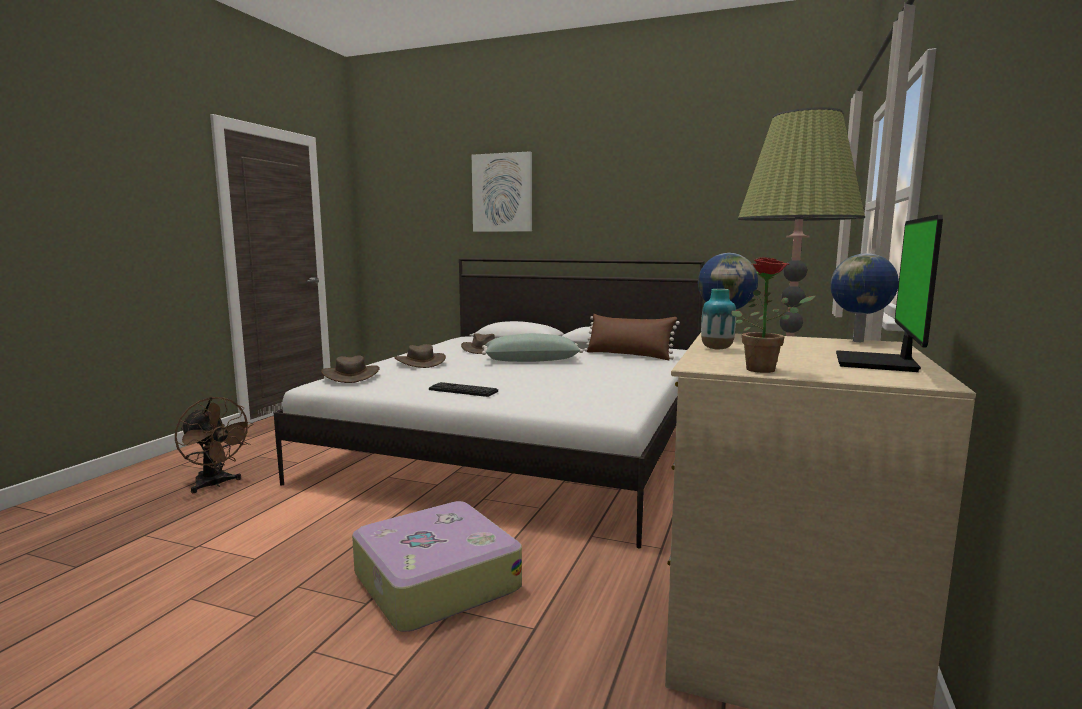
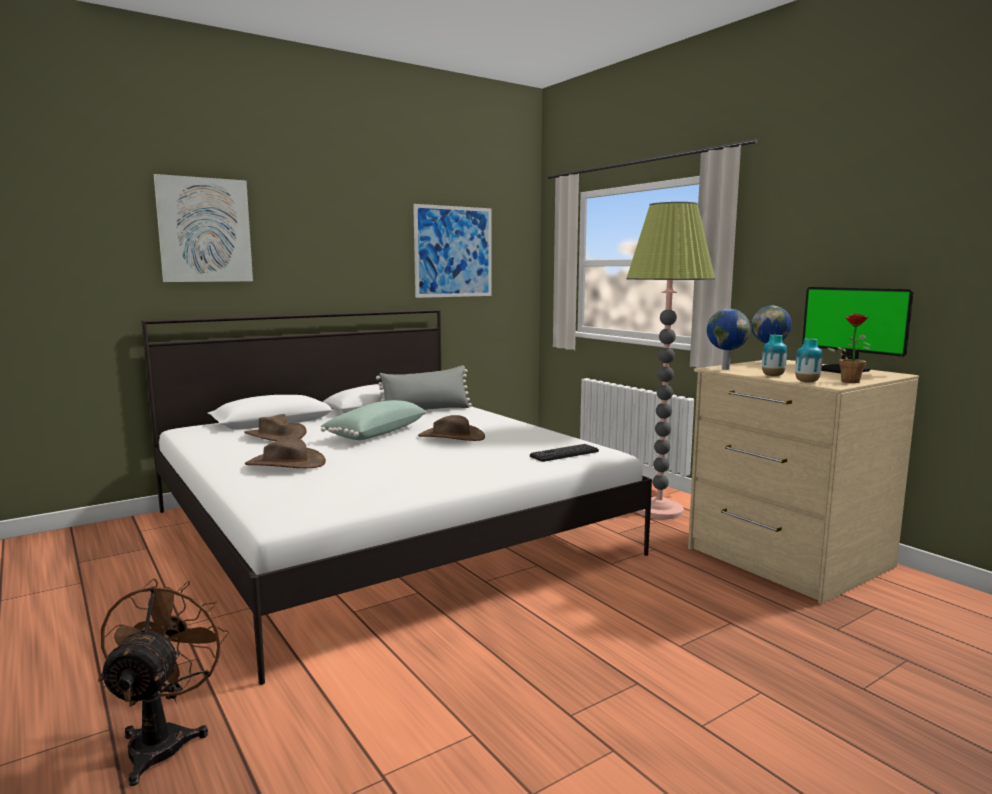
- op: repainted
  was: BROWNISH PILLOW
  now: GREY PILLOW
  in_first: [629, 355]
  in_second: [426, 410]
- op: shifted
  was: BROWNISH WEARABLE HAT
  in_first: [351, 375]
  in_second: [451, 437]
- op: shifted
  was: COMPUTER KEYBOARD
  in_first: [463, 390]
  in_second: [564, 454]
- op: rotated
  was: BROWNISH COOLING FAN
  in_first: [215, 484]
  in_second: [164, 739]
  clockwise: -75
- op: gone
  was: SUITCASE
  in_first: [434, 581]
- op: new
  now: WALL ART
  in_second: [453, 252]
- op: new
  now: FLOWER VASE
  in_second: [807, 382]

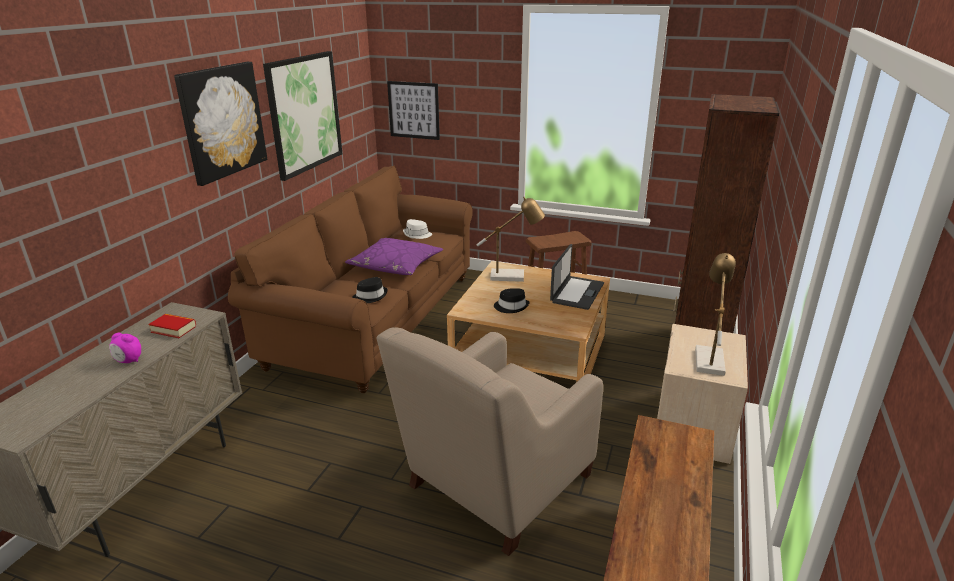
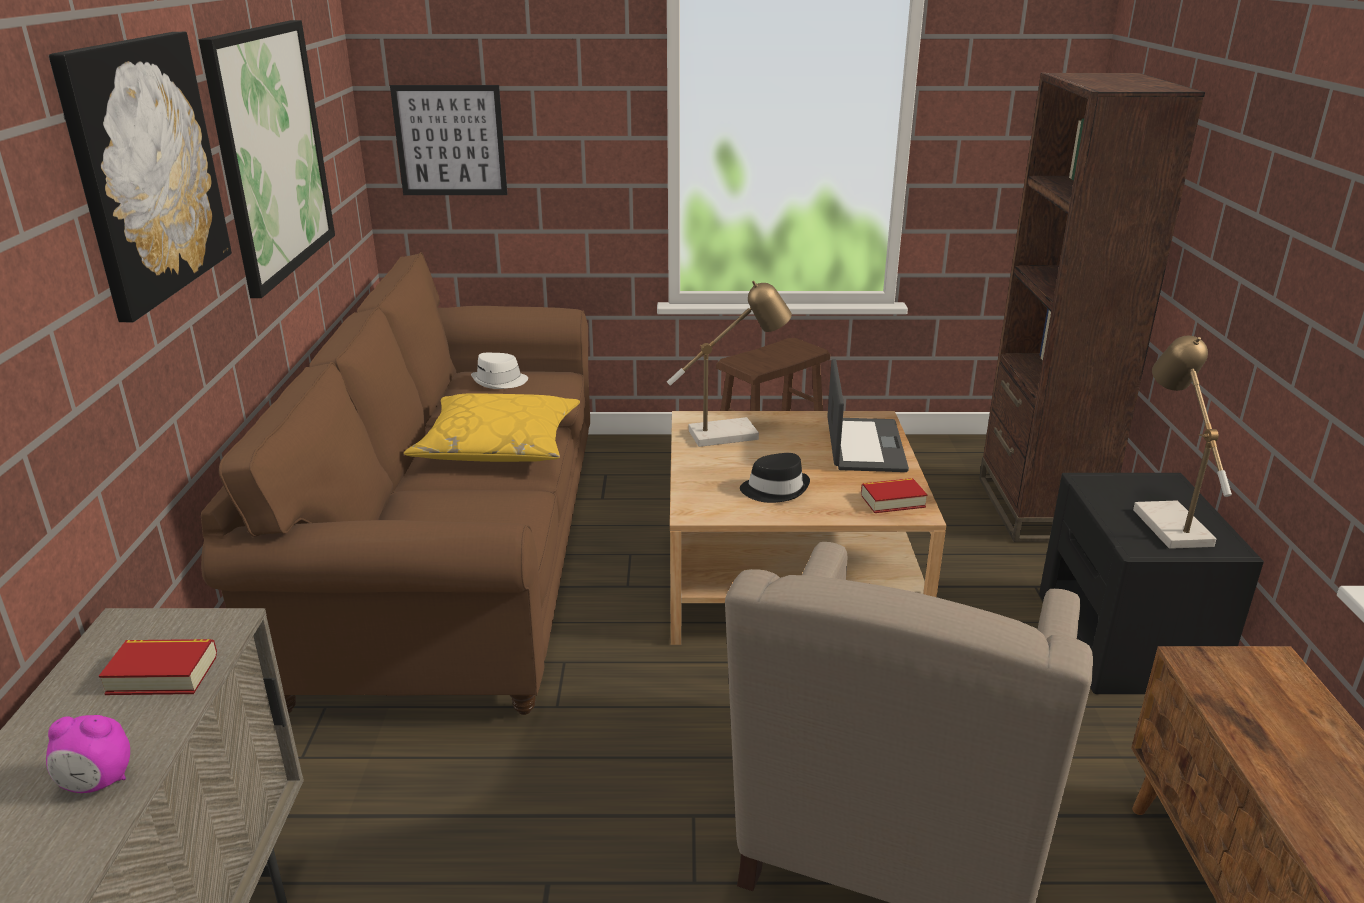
- op: repainted
  was: PURPLE PILLOW
  now: YELLOW-COLOURED PILLOW
  in_first: [395, 265]
  in_second: [498, 445]
- op: gone
  was: BLACKISH WEARABLE HAT
  in_first: [370, 296]
- op: repainted
  was: BEIGE-COLOURED NIGHT TABLE
  now: BLACKISH NIGHT TABLE
  in_first: [693, 425]
  in_second: [1124, 641]
- op: new
  now: BOUND BOOK
  in_second: [892, 501]

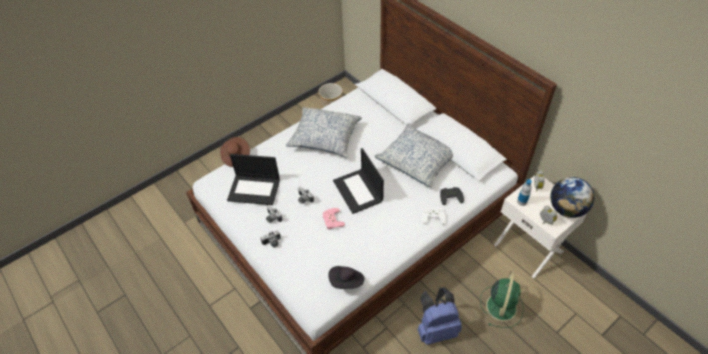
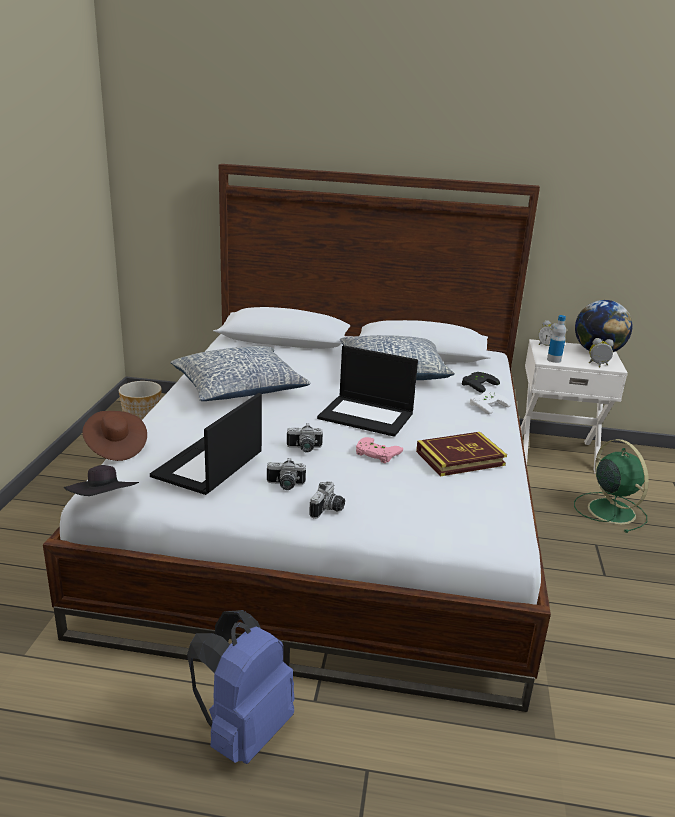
- op: rotated
  was: PORTABLE COMPUTER
  in_first: [255, 189]
  in_second: [208, 466]
  clockwise: 150
- op: shifted
  was: BLACKISH WEARABLE HAT
  in_first: [347, 282]
  in_second: [104, 502]
- op: shifted
  was: BLUE-COLOURED KNAPSACK
  in_first: [436, 329]
  in_second: [243, 731]
- op: new
  now: BOUND BOOK
  in_second: [460, 458]

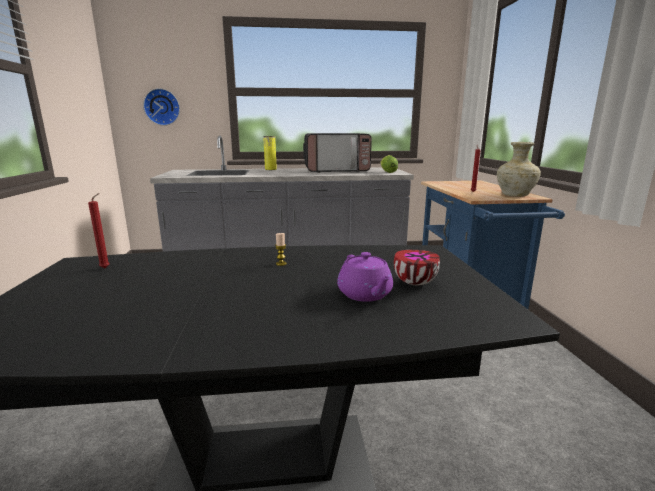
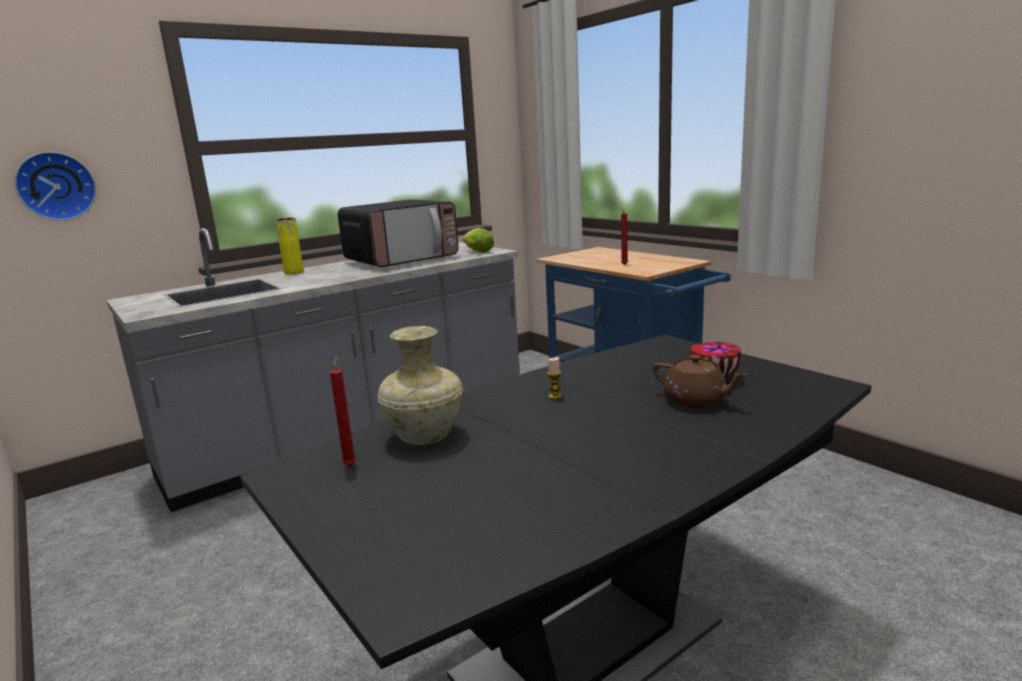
- op: shifted
  was: BEIGE-COLOURED FLOWER VASE
  in_first: [514, 195]
  in_second: [423, 437]
- op: repainted
  was: PURPLE TEAPOT
  now: BROWNISH TEAPOT
  in_first: [365, 294]
  in_second: [696, 400]

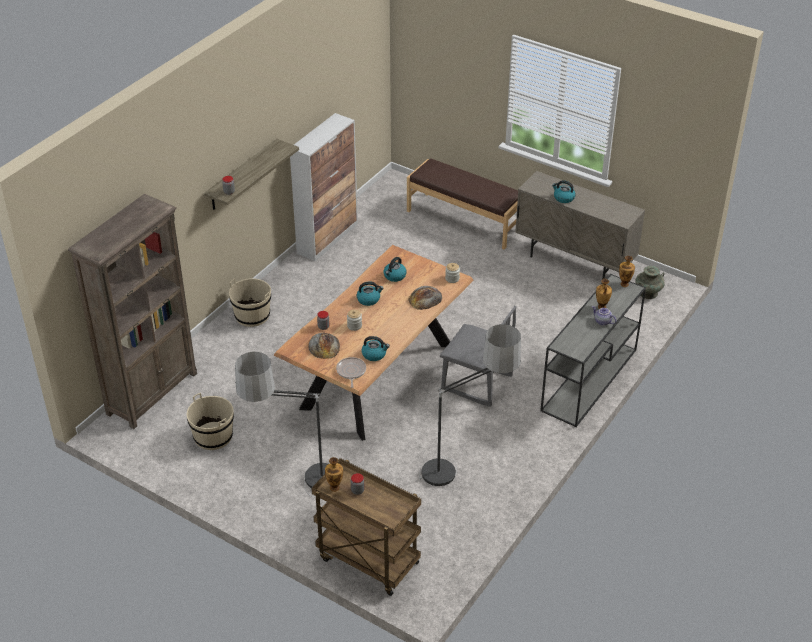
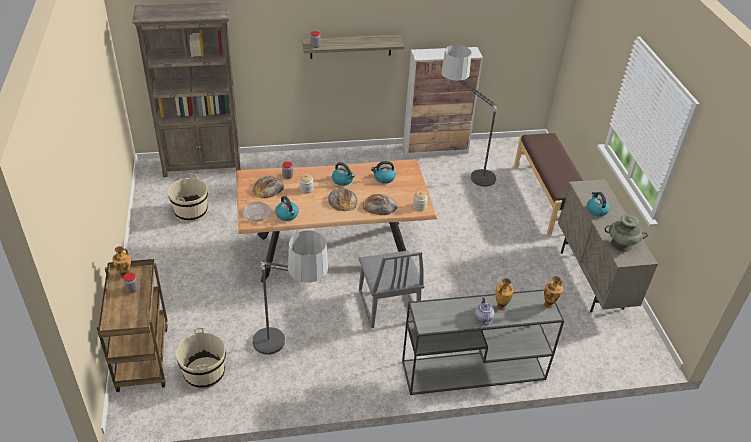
- op: shifted
  was: BLUE-GREEN FLOWER VASE
  in_first: [648, 293]
  in_second: [621, 244]
- op: shifted
  was: BEIGE-COLOURED PAIL
  in_first: [252, 315]
  in_second: [204, 373]
- op: shifted
  was: STANDING LAMP
  in_first: [295, 488]
  in_second: [463, 174]
- op: new
  now: BREAD
  in_second: [342, 200]

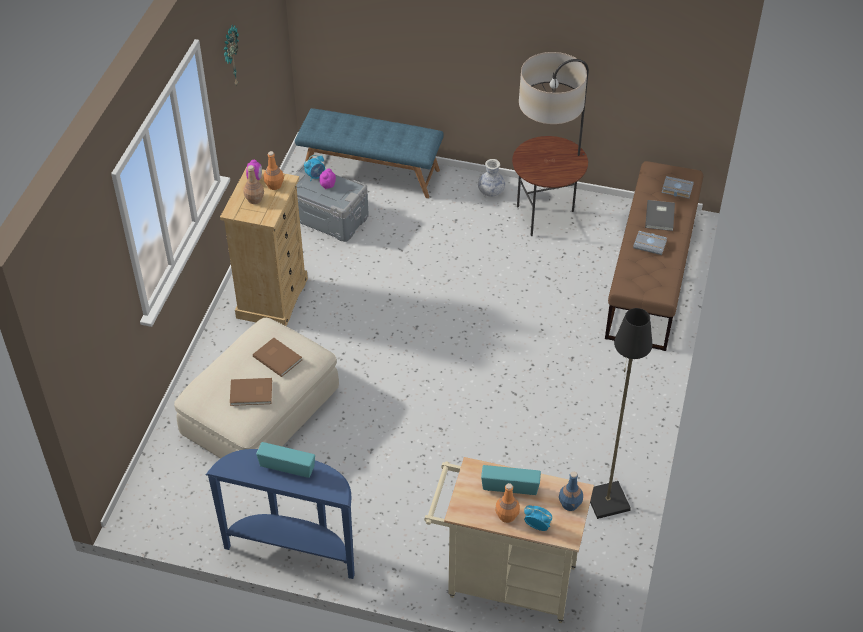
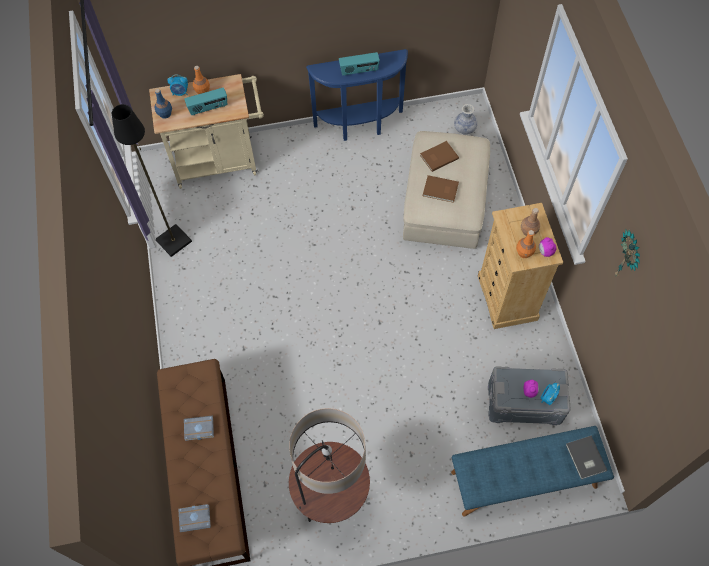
- op: shifted
  was: FLOWER VASE
  in_first: [491, 191]
  in_second: [464, 128]
- op: shifted
  was: GREY BOUND BOOK
  in_first: [661, 216]
  in_second: [585, 458]

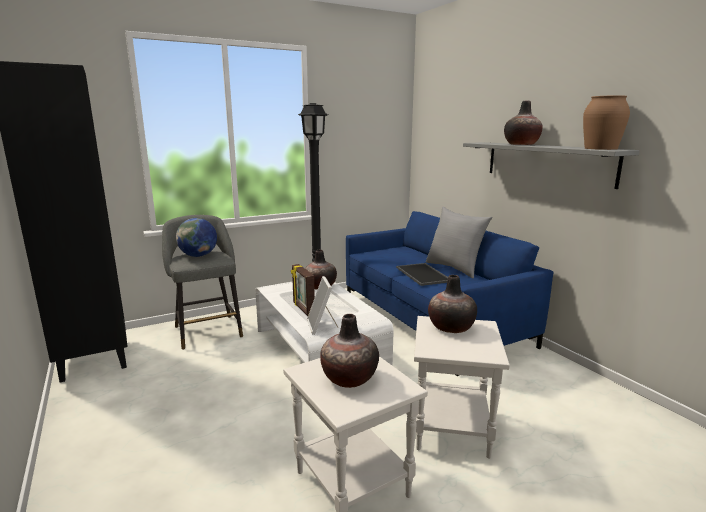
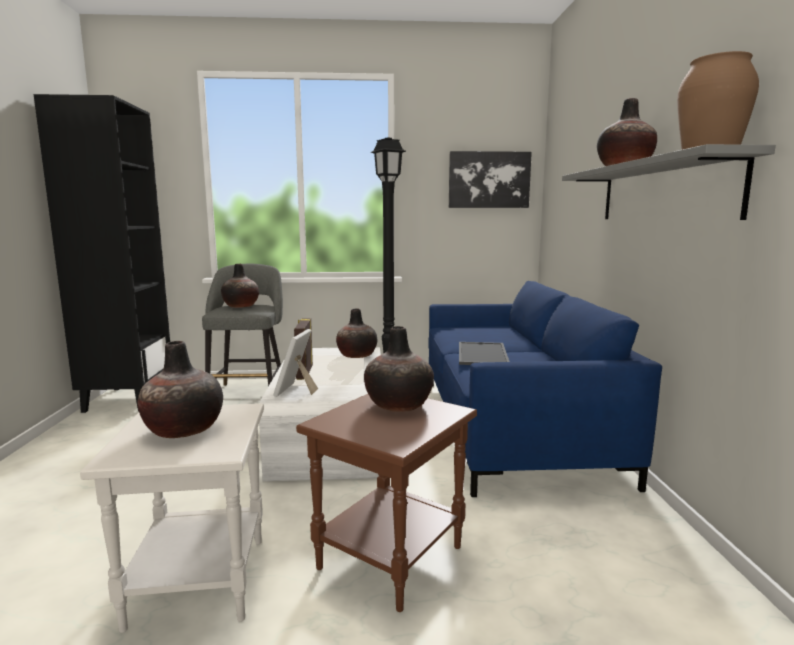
- op: gone
  was: GREY PILLOW
  in_first: [455, 268]
- op: swapped
  was: WORLD GLOBE
  now: FLOWER VASE
  in_first: [198, 256]
  in_second: [241, 306]
- op: repainted
  was: WHITE ACCENT TABLE
  now: BROWNISH ACCENT TABLE
  in_first: [450, 427]
  in_second: [389, 556]
- op: new
  now: WALL ART
  in_second: [489, 180]

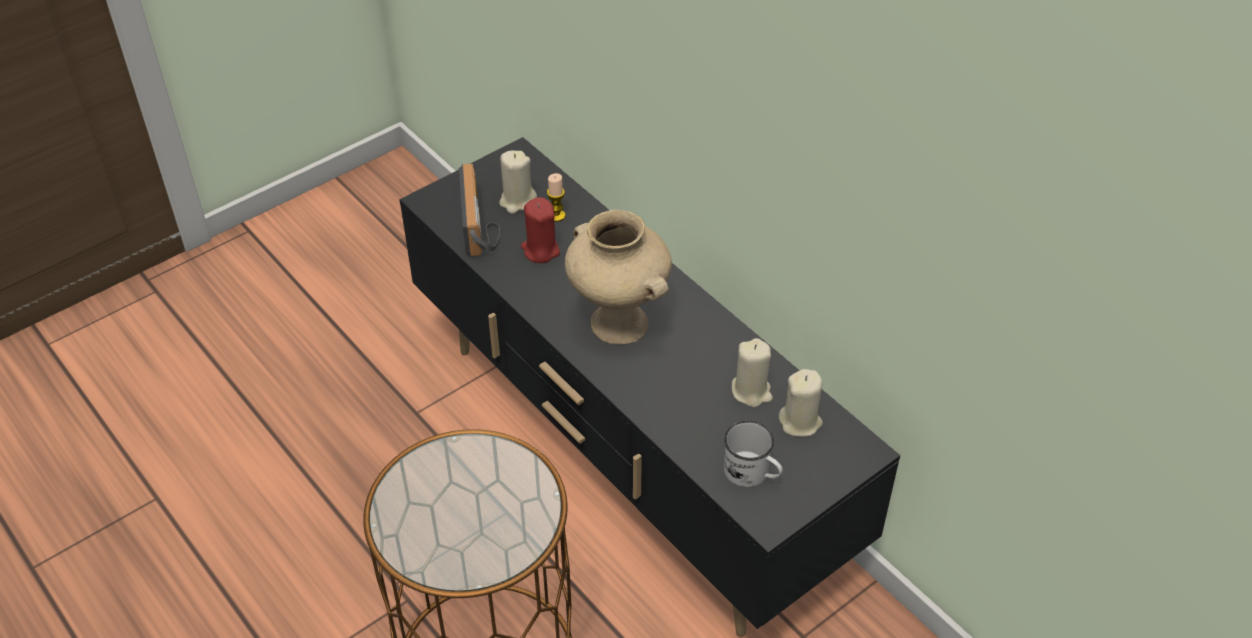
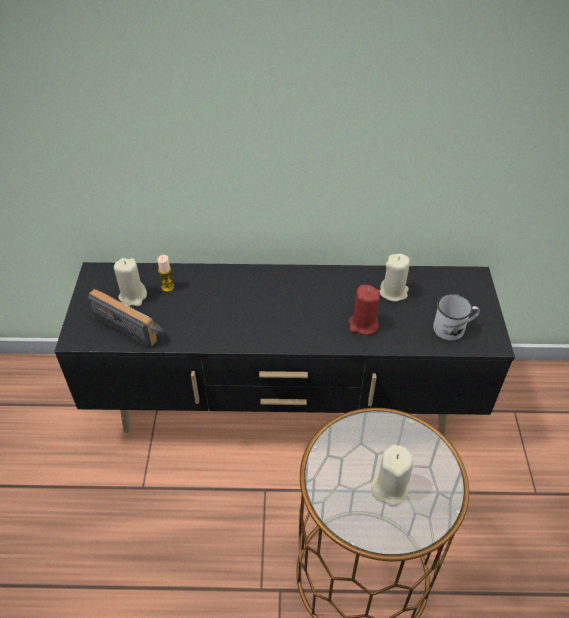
- op: shifted
  was: REDDISH WAX CANDLE
  in_first: [540, 250]
  in_second: [363, 325]
- op: gone
  was: BEIGE-COLOURED FLOWER VASE
  in_first: [617, 323]
- op: shifted
  was: BEIGE-COLOURED WAX CANDLE
  in_first: [800, 422]
  in_second: [389, 487]

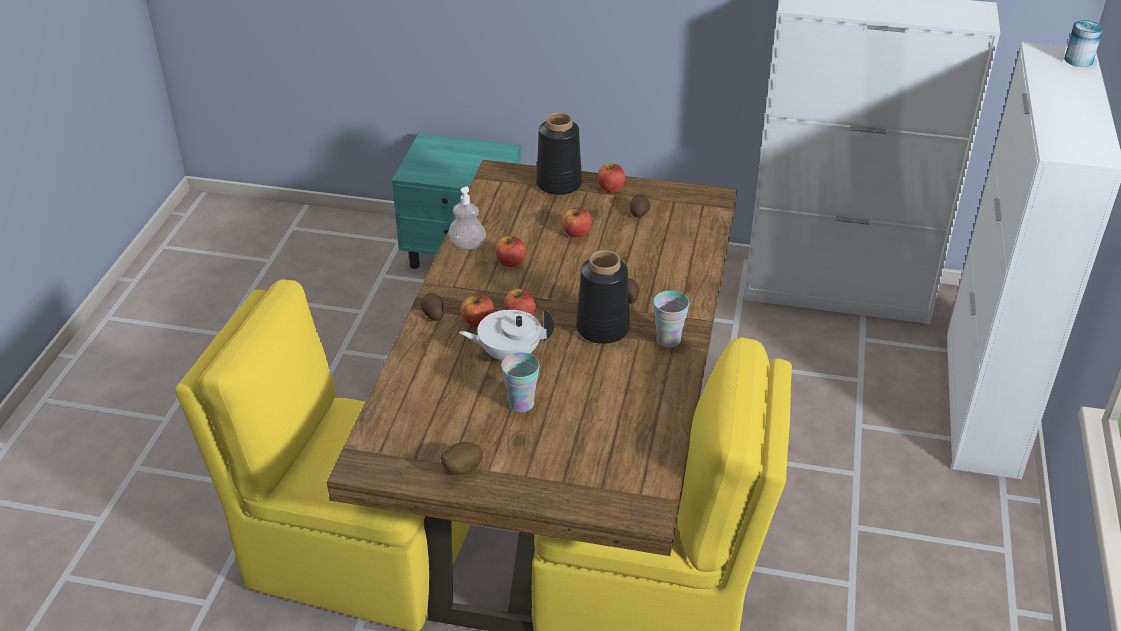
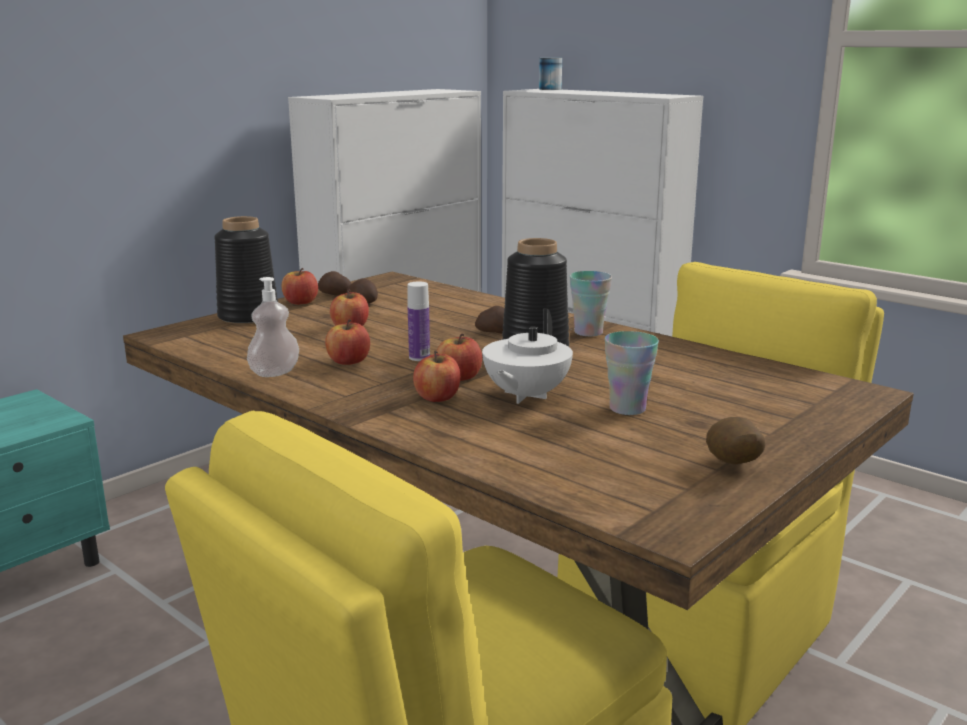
- op: shifted
  was: POTATO
  in_first: [433, 314]
  in_second: [335, 294]
- op: new
  now: BEVERAGE BOTTLE
  in_second: [419, 357]

